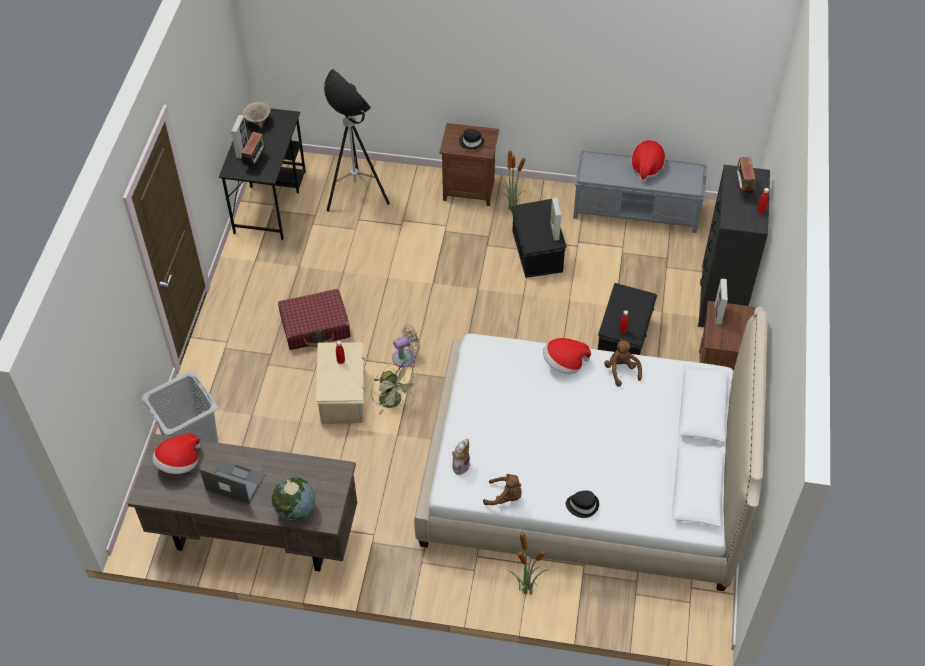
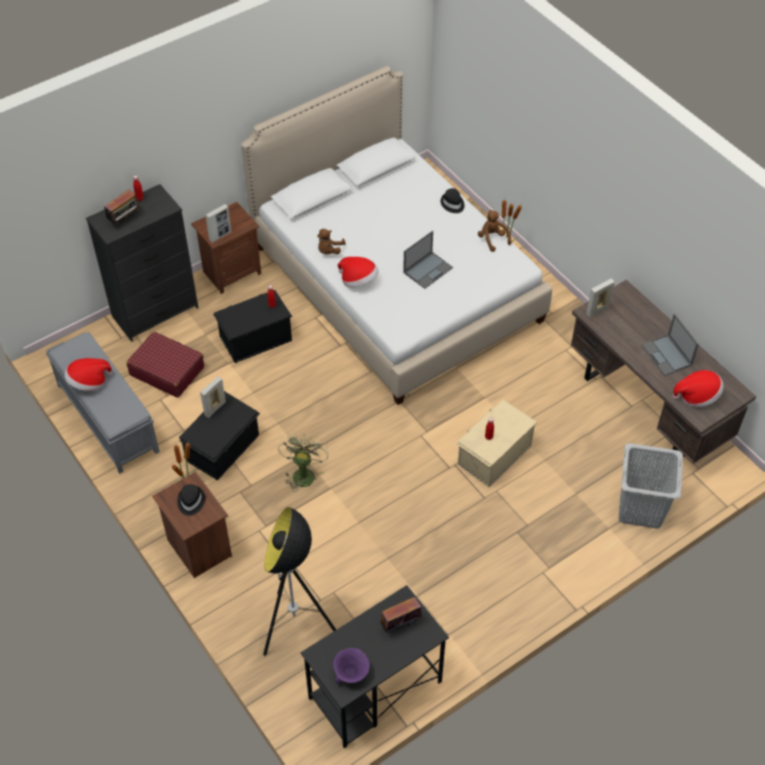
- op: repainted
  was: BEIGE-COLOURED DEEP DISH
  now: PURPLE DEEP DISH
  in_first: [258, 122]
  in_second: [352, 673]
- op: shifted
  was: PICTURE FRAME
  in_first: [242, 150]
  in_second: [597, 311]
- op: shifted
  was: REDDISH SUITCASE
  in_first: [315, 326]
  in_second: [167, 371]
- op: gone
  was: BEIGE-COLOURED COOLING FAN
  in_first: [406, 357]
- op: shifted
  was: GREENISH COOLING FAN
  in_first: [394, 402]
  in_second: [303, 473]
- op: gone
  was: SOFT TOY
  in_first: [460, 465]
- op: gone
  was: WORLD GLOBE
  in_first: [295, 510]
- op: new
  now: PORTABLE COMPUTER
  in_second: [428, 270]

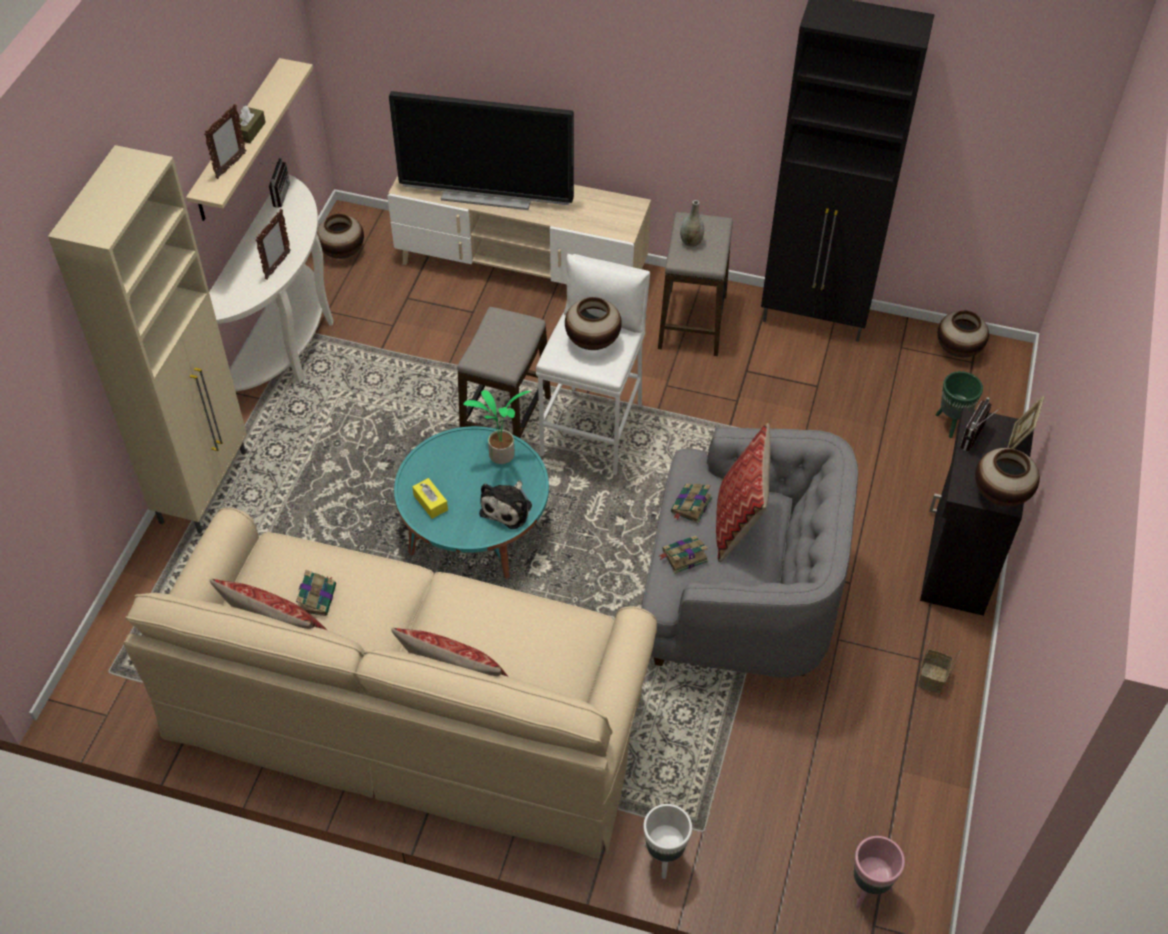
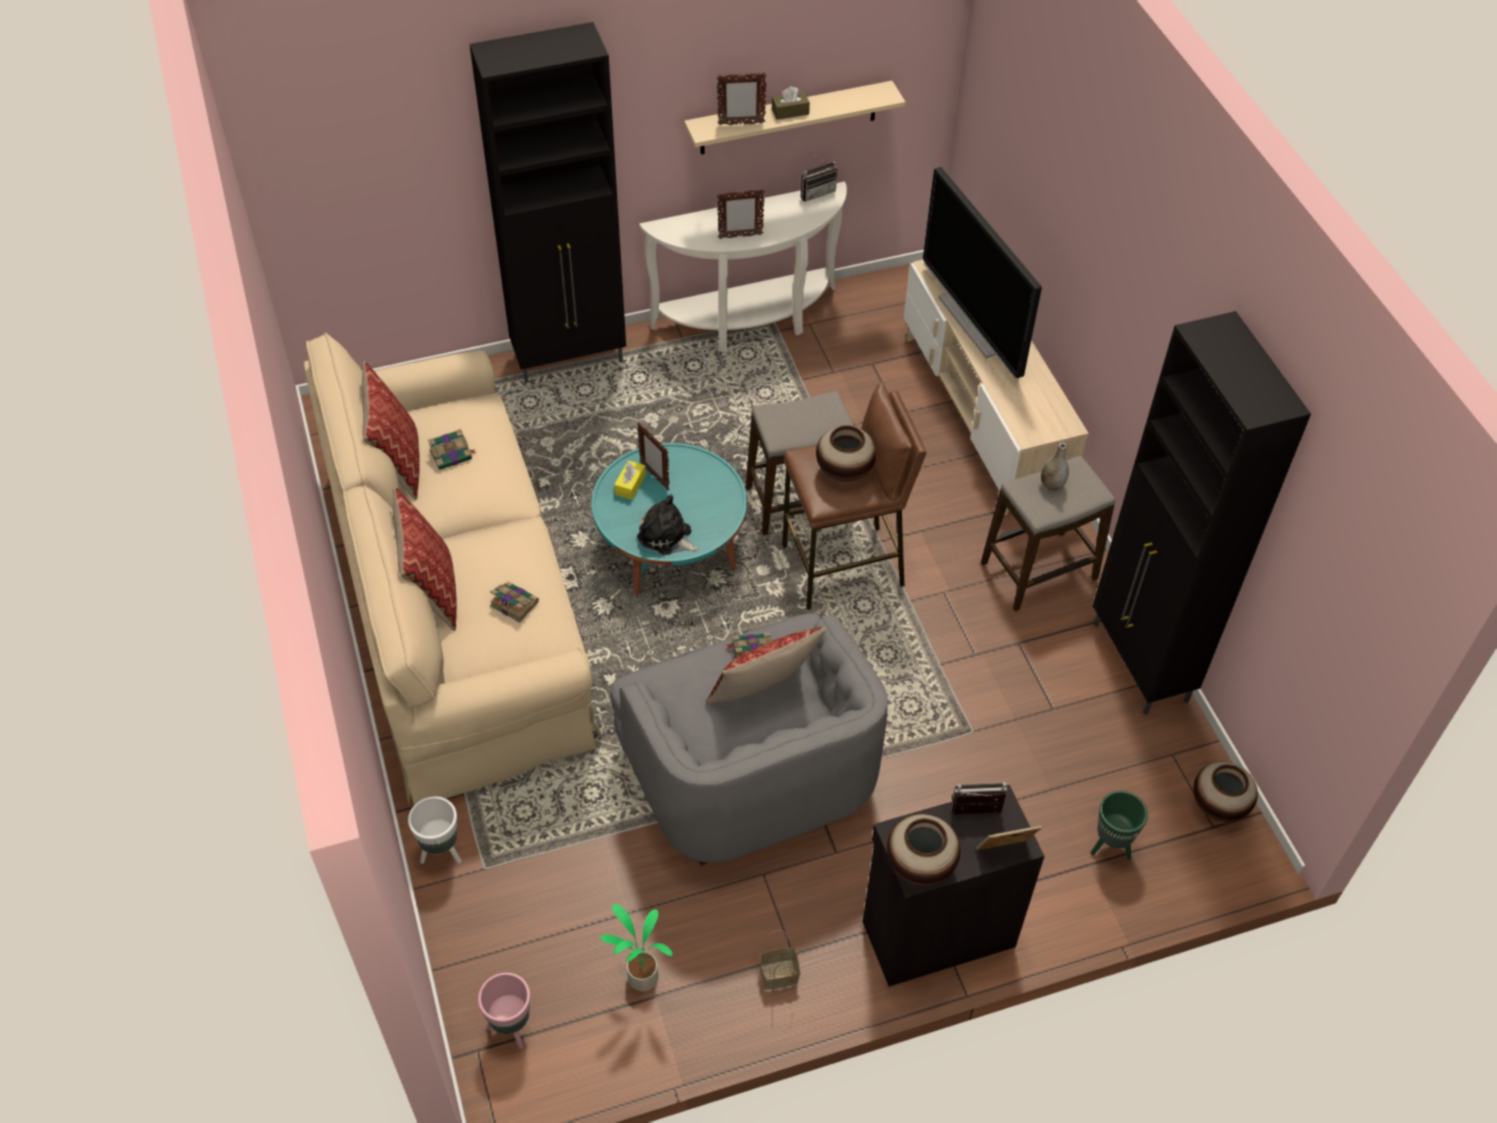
- op: repainted
  was: BEIGE-COLOURED STORAGE CABINET
  now: BLACKISH STORAGE CABINET
  in_first: [205, 486]
  in_second: [571, 359]
- op: gone
  was: FLOWER VASE
  in_first: [342, 252]
- op: repainted
  was: WHITE STOOL SEAT
  now: BROWNISH STOOL SEAT
  in_first: [593, 430]
  in_second: [844, 567]
- op: shifted
  was: PLANT IN A POT
  in_first: [500, 456]
  in_second: [640, 978]
- op: rotated
  was: SOFT TOY
  in_first: [508, 507]
  in_second: [667, 537]
  clockwise: 45
- op: shifted
  was: BOUND BOOK
  in_first: [683, 556]
  in_second: [513, 603]
- op: new
  now: PICTURE FRAME
  in_second: [654, 476]

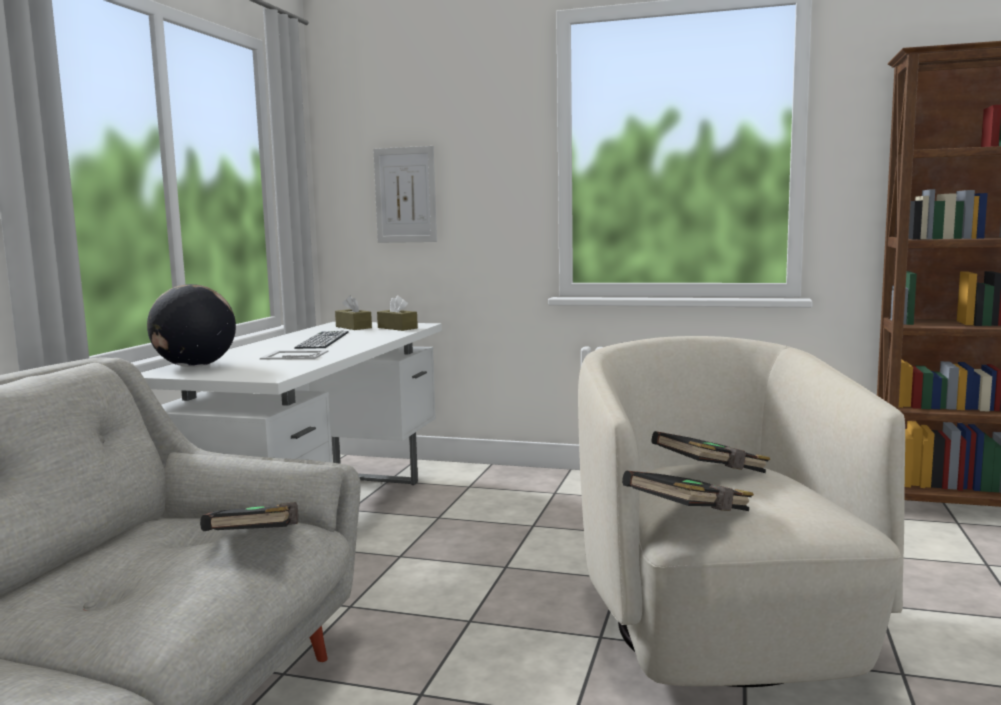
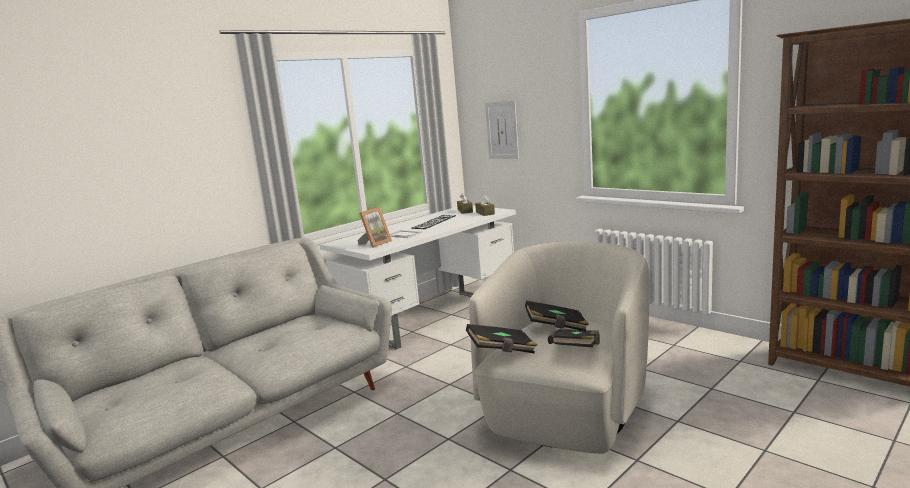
- op: gone
  was: WORLD GLOBE
  in_first: [195, 366]
- op: shifted
  was: BLACKISH BOUND BOOK
  in_first: [256, 541]
  in_second: [576, 350]
- op: new
  now: PICTURE FRAME
  in_second: [375, 244]

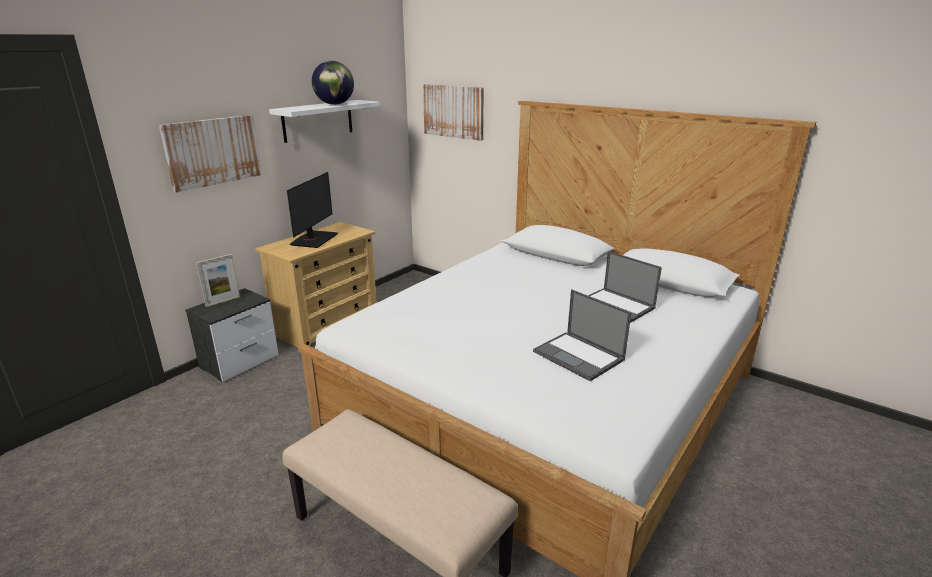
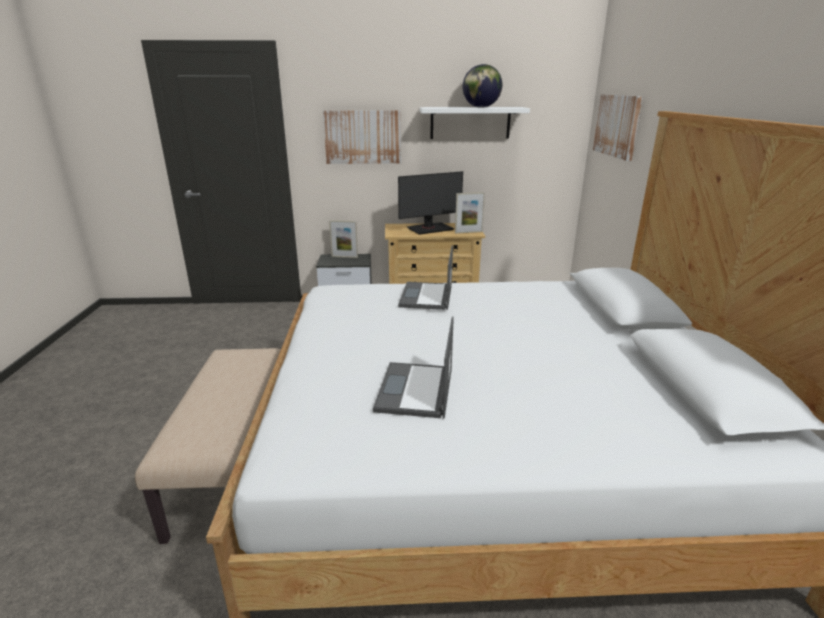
- op: shifted
  was: PORTABLE COMPUTER
  in_first: [617, 306]
  in_second: [426, 296]
- op: new
  now: PICTURE FRAME
  in_second: [468, 232]

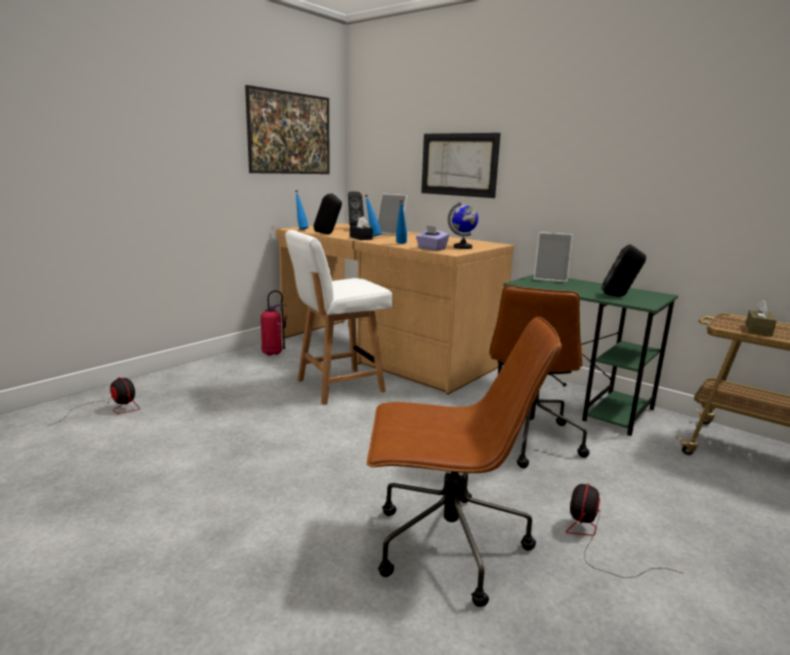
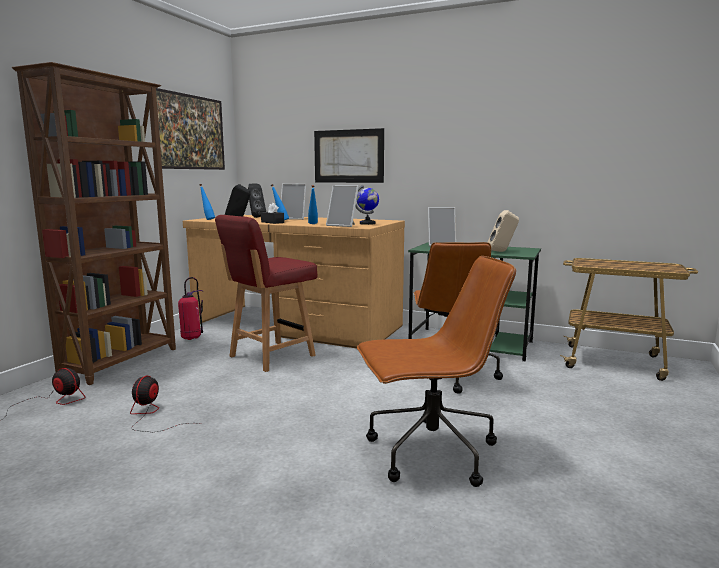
- op: swapped
  was: PURPLE TISSUE BOX
  now: PICTURE FRAME
  in_first: [431, 248]
  in_second: [343, 225]
- op: repainted
  was: WHITE CHAIR
  now: REDDISH CHAIR
  in_first: [338, 386]
  in_second: [270, 356]
- op: repainted
  was: BLACKISH AUDIO SPEAKER
  now: BEIGE-COLOURED AUDIO SPEAKER
  in_first: [619, 296]
  in_second: [502, 251]
- op: gone
  was: BROWNISH TISSUE BOX
  in_first: [758, 330]
- op: shifted
  was: COOLING FAN
  in_first: [595, 540]
  in_second: [151, 415]
- op: new
  now: BROWNISH BOOKCASE
  in_second: [122, 362]

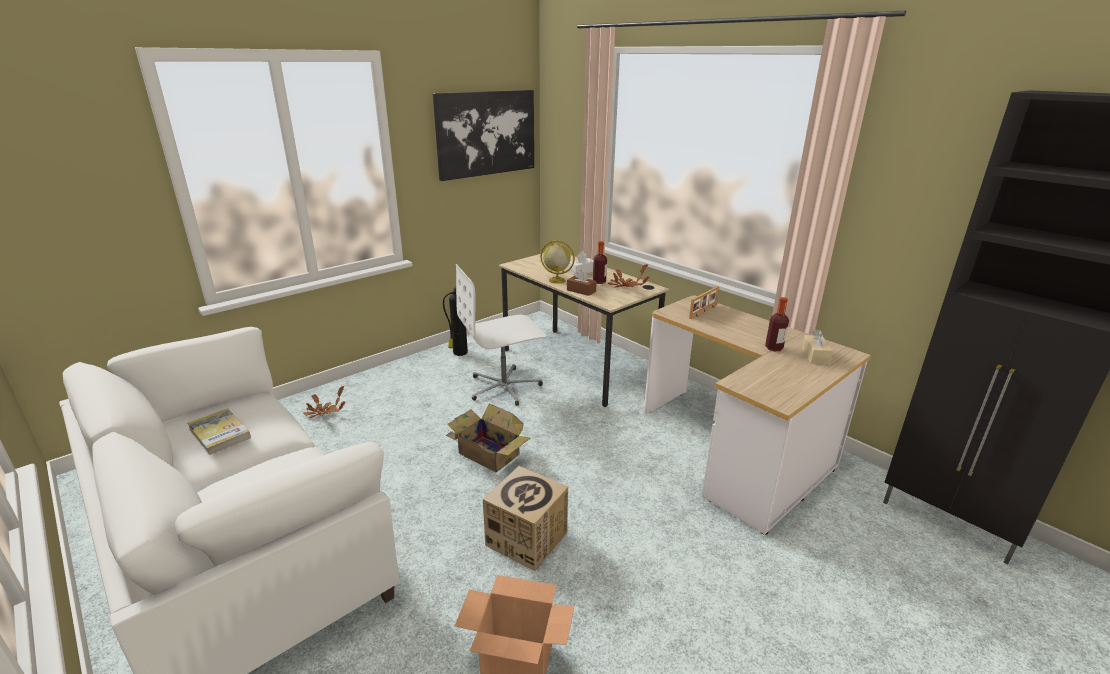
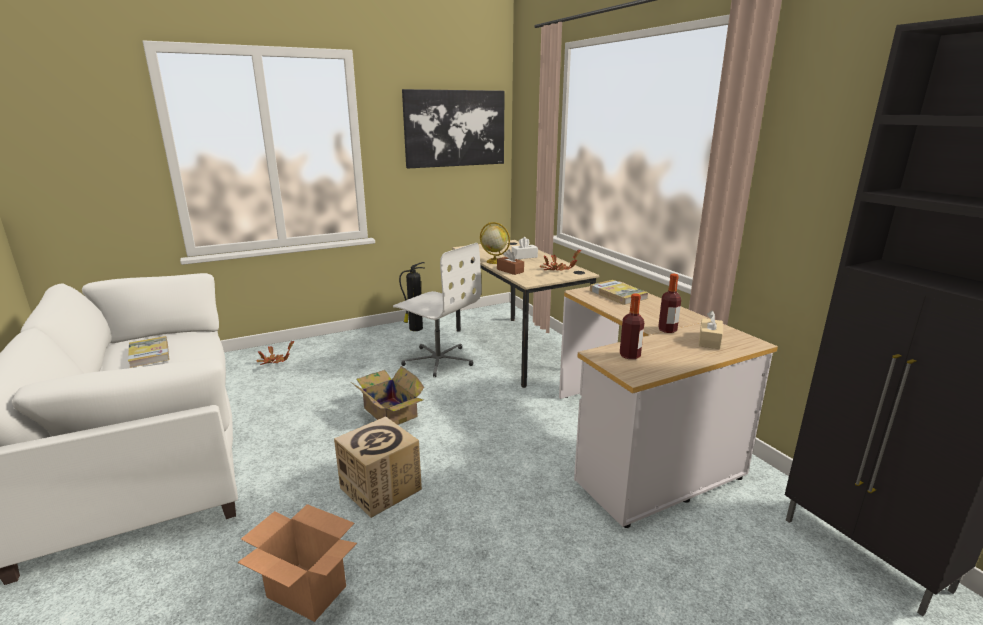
- op: shifted
  was: BEVERAGE BOTTLE
  in_first: [599, 282]
  in_second: [629, 356]
- op: rotated
  was: WHITE COMPUTER CHAIR
  in_first: [504, 387]
  in_second: [438, 360]
  clockwise: -135
- op: swapped
  was: PICTURE FRAME
  now: BOUND BOOK
  in_first: [704, 311]
  in_second: [617, 294]

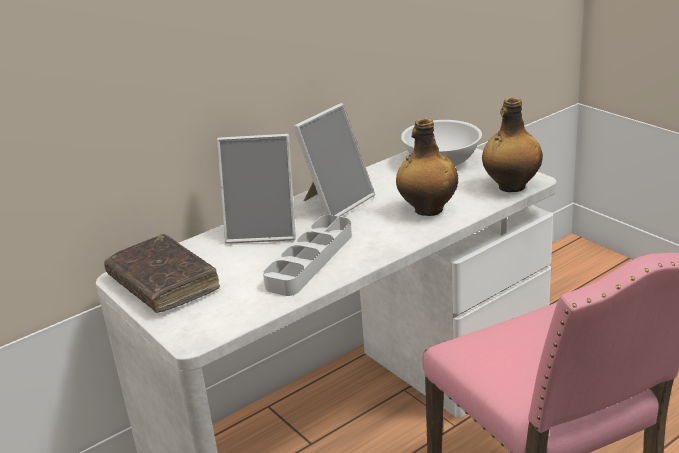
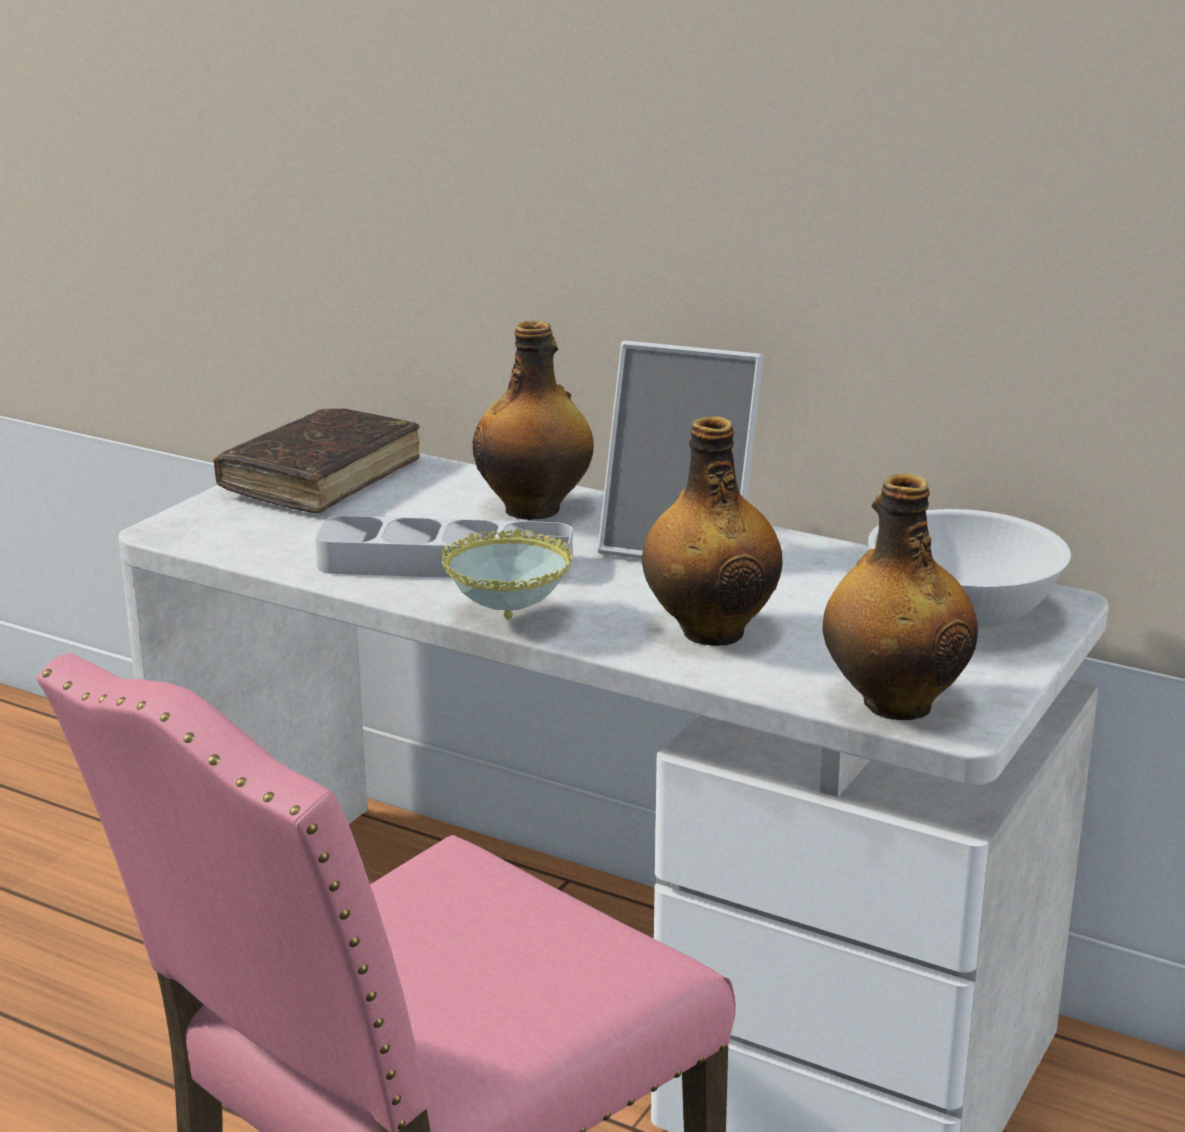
- op: swapped
  was: PICTURE FRAME
  now: BEVERAGE BOTTLE
  in_first: [264, 230]
  in_second: [535, 509]
- op: new
  now: DEEP DISH
  in_second: [508, 619]

